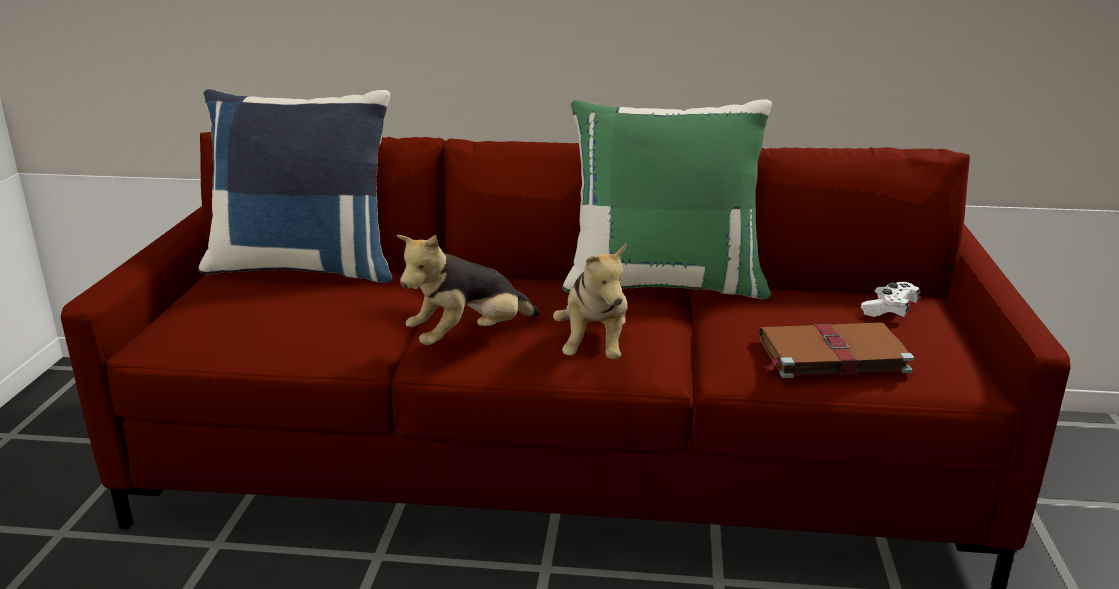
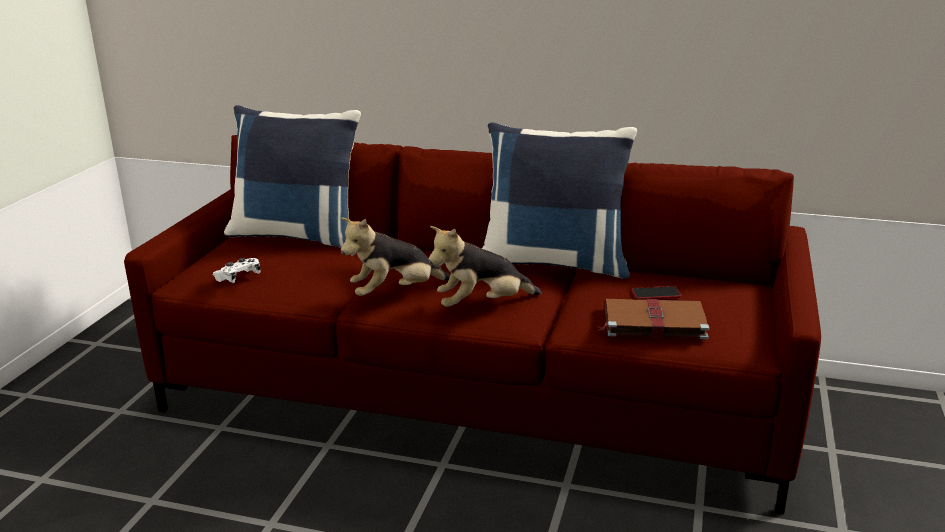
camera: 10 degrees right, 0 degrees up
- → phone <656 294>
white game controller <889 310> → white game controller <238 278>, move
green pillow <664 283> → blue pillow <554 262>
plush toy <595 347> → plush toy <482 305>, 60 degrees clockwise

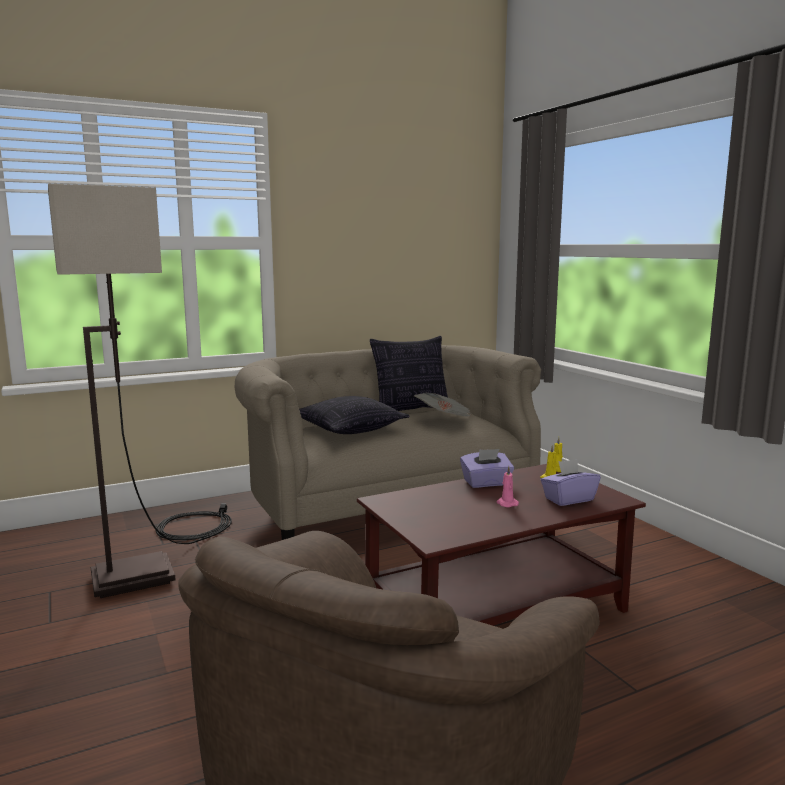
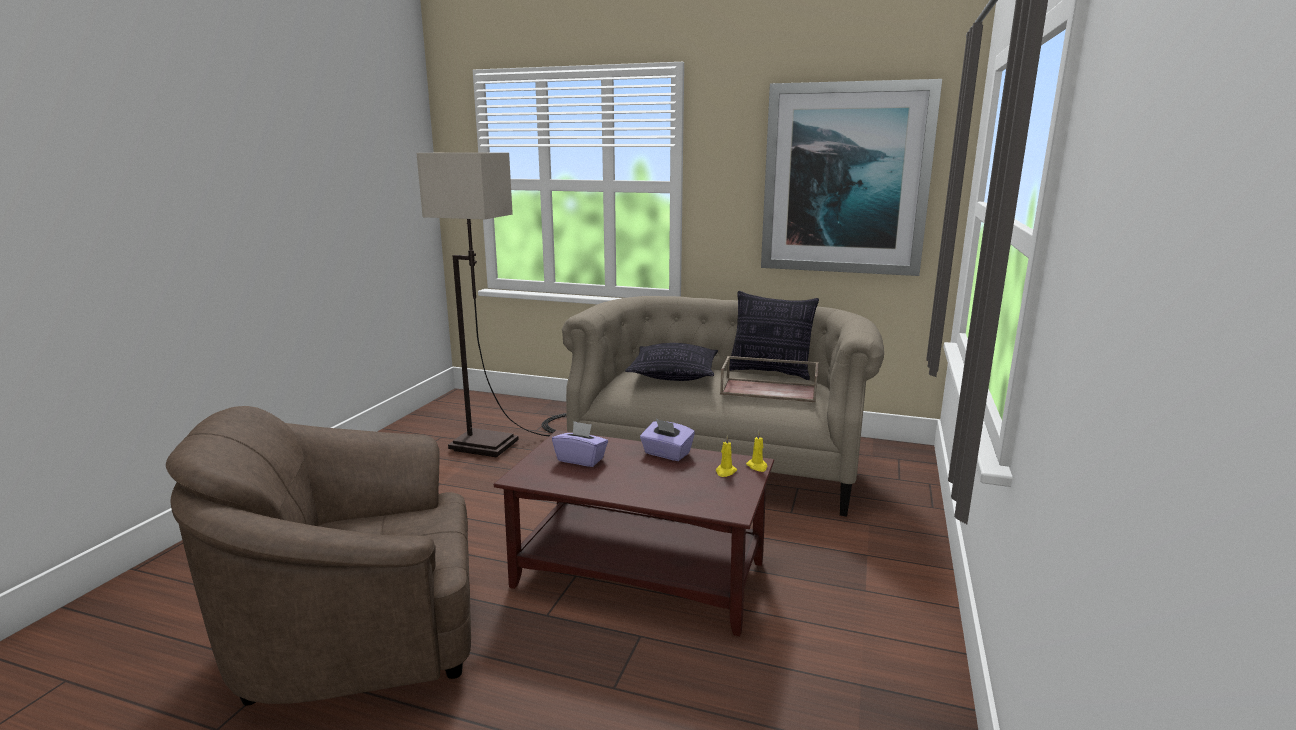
camera: 45 degrees right, 5 degrees up
pink candle <506 503> → -
- → picture <845 179>
purple tissue box <568 499> → purple tissue box <581 459>, move
newspaper <445 421> → brown tray <770 390>

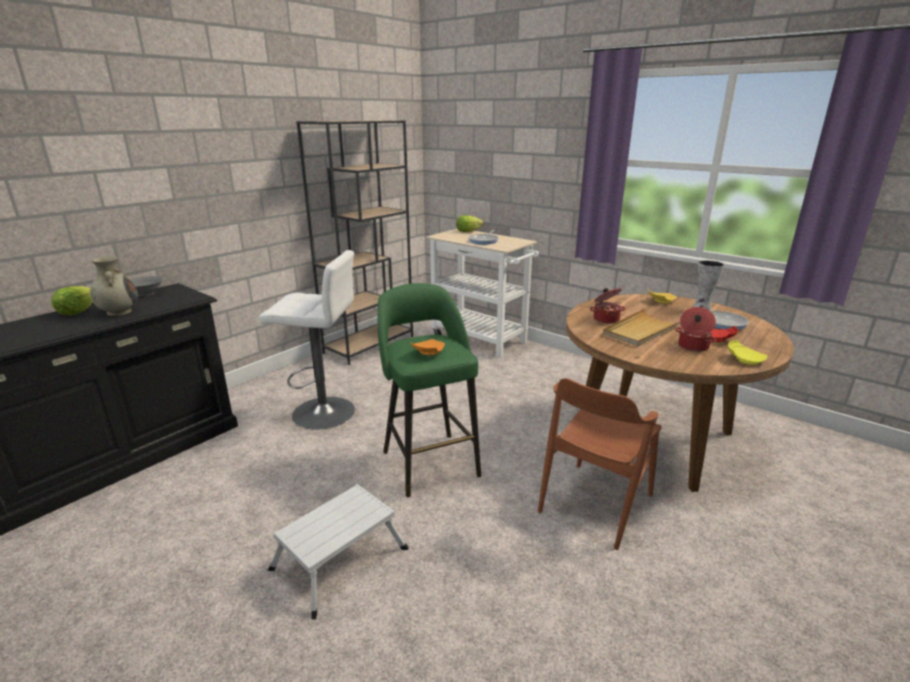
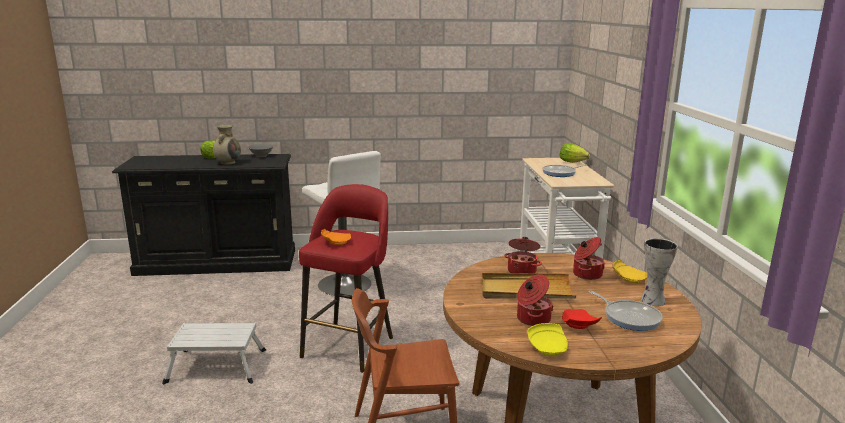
camera: 45 degrees right, 5 degrees down
bookcase <369 344> → -
- → cooking pot <586 274>
green stool <429 462> → red stool <349 346>

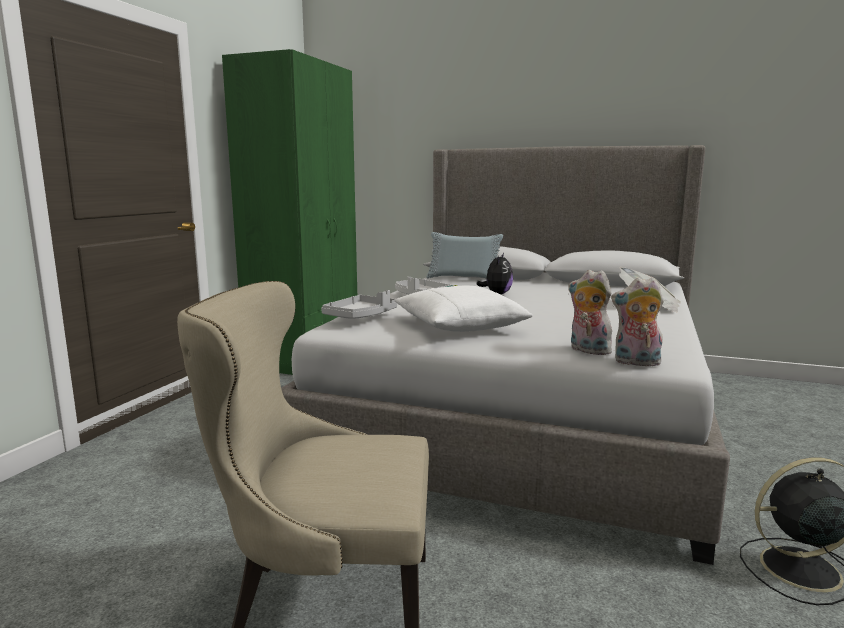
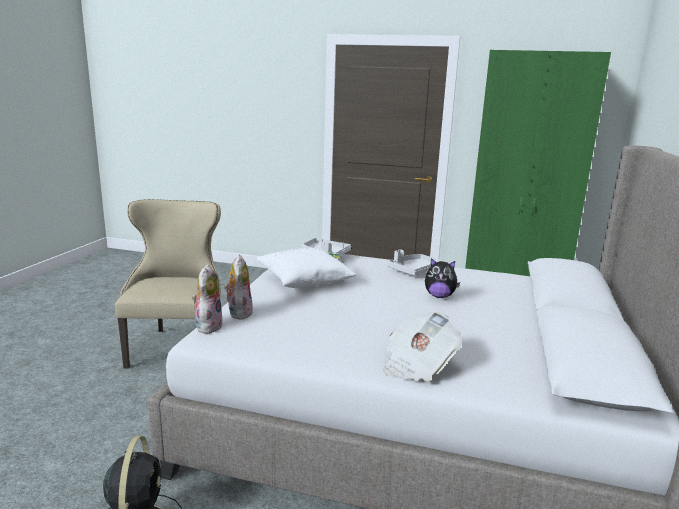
camera: 85 degrees right, 5 degrees up
blue pillow <463 279> → -
plush toy <587 350> → plush toy <238 312>, 45 degrees counterclockwise

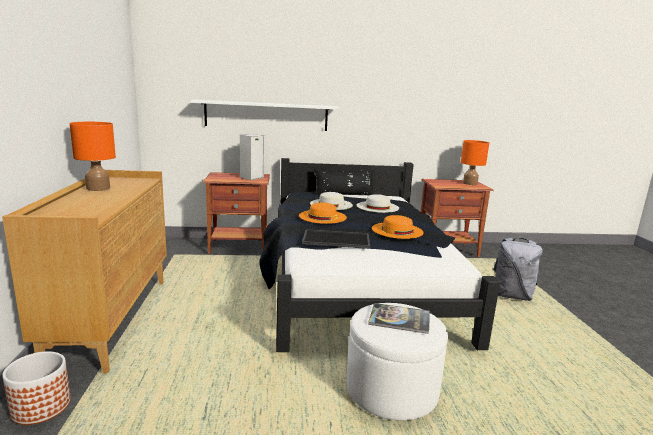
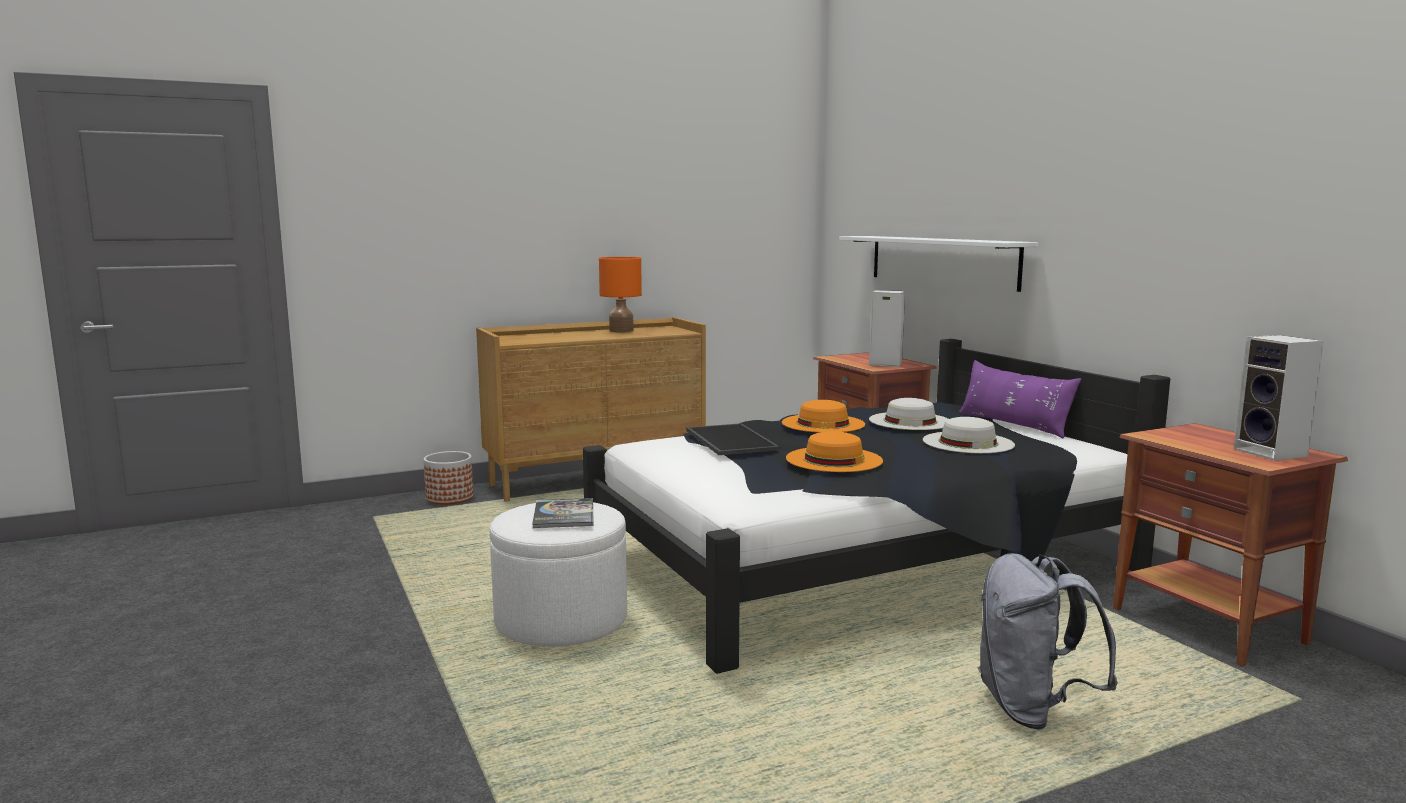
camera: 70 degrees right, 5 degrees down
orange table lamp <470 183> → speaker <1273 453>
black pillow <344 195> → purple pillow <1013 425>

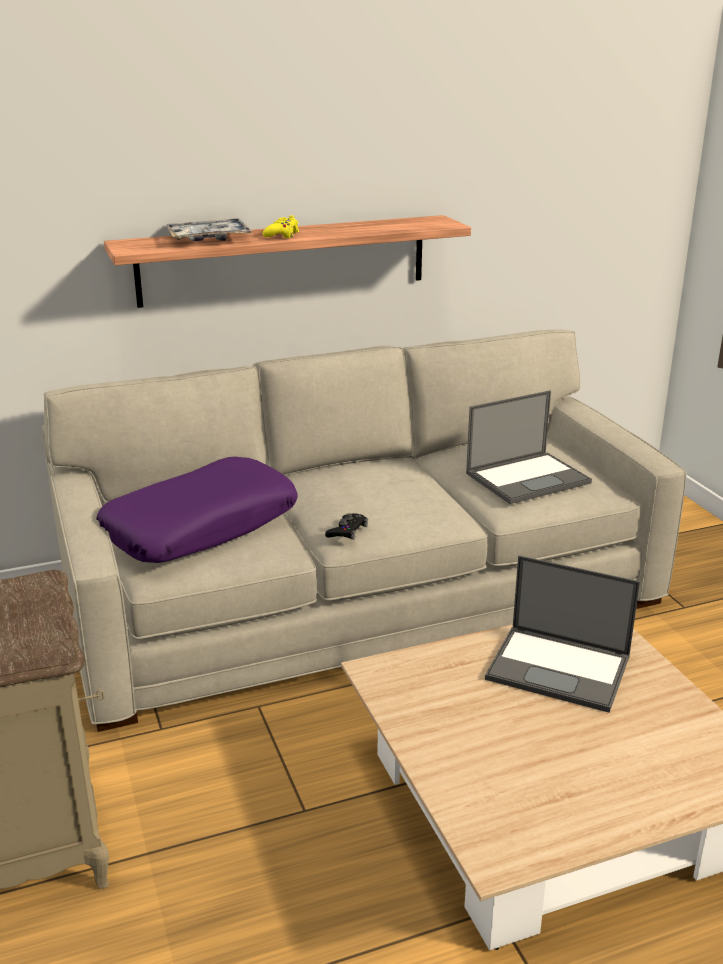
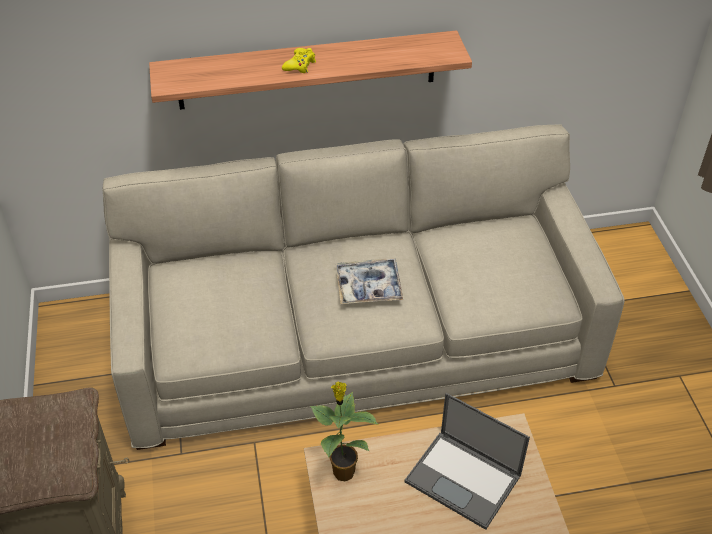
camera: 10 degrees right, 20 degrees up
purple pillow <201 527> → -
black game controller <347 531> → -
laptop <528 478> → -
- → potted plant <343 470>
tray <209 239> → tray <369 287>, move

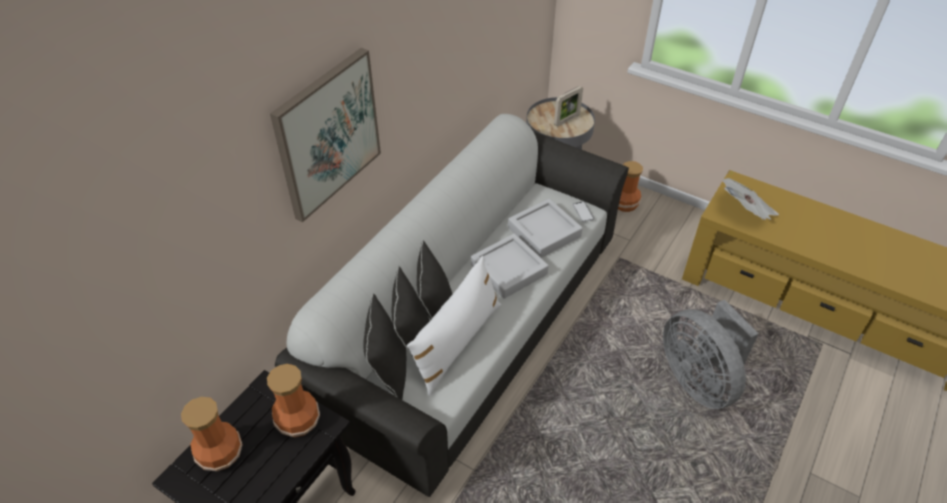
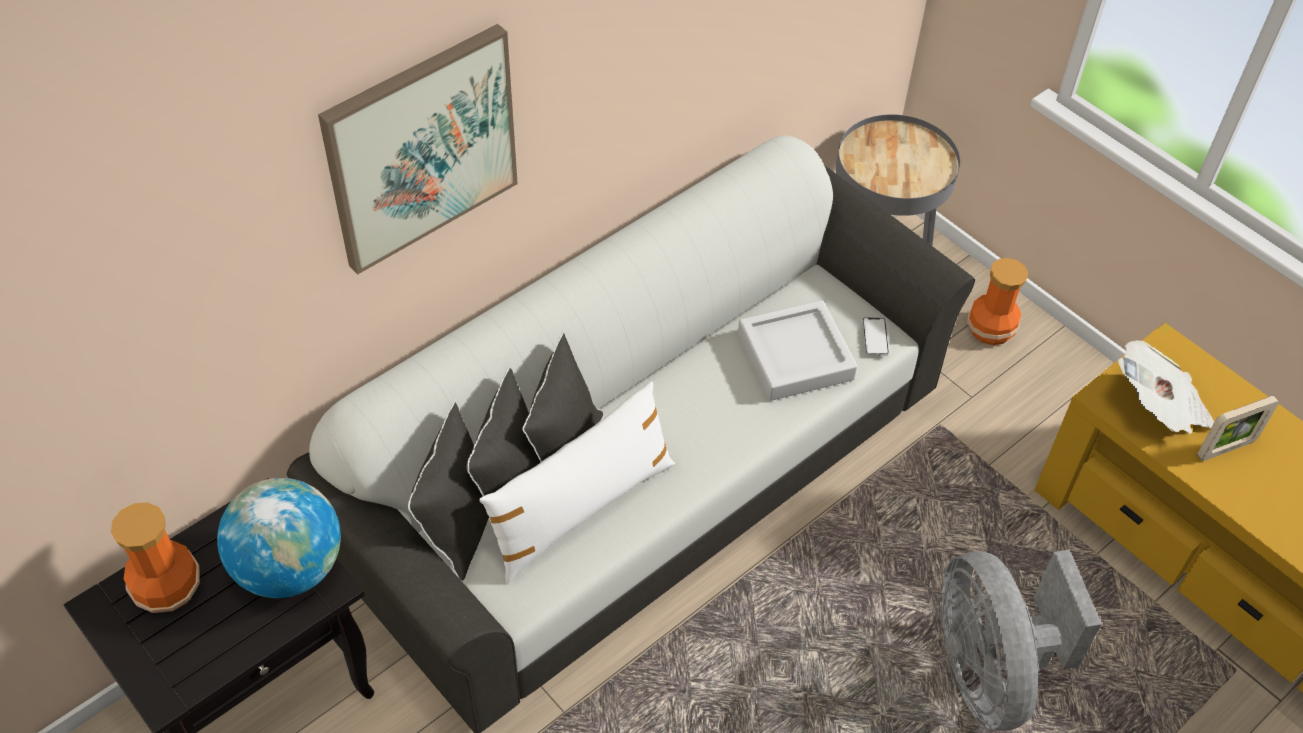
camera: 15 degrees right, 5 degrees up
grey tray <509 269> → -
picture frame <566 120> → picture frame <1225 449>, move
vase <297 419> → globe <289 568>

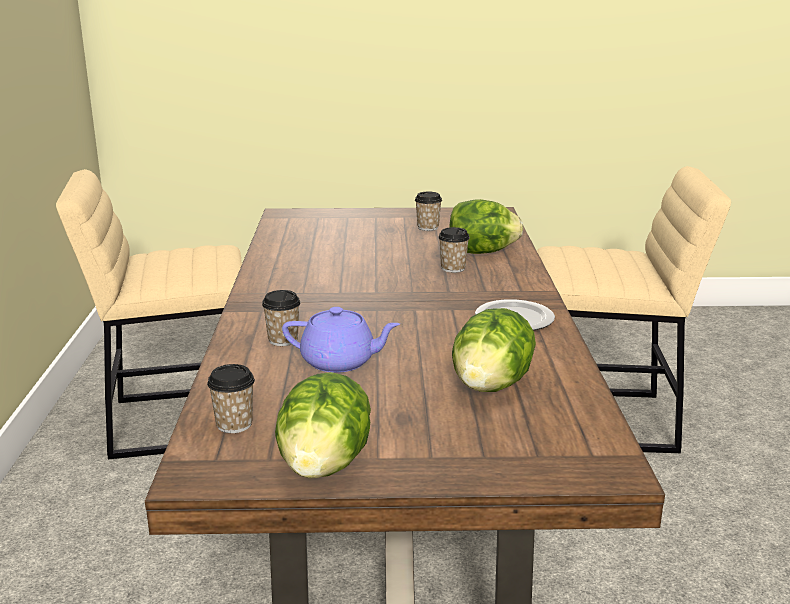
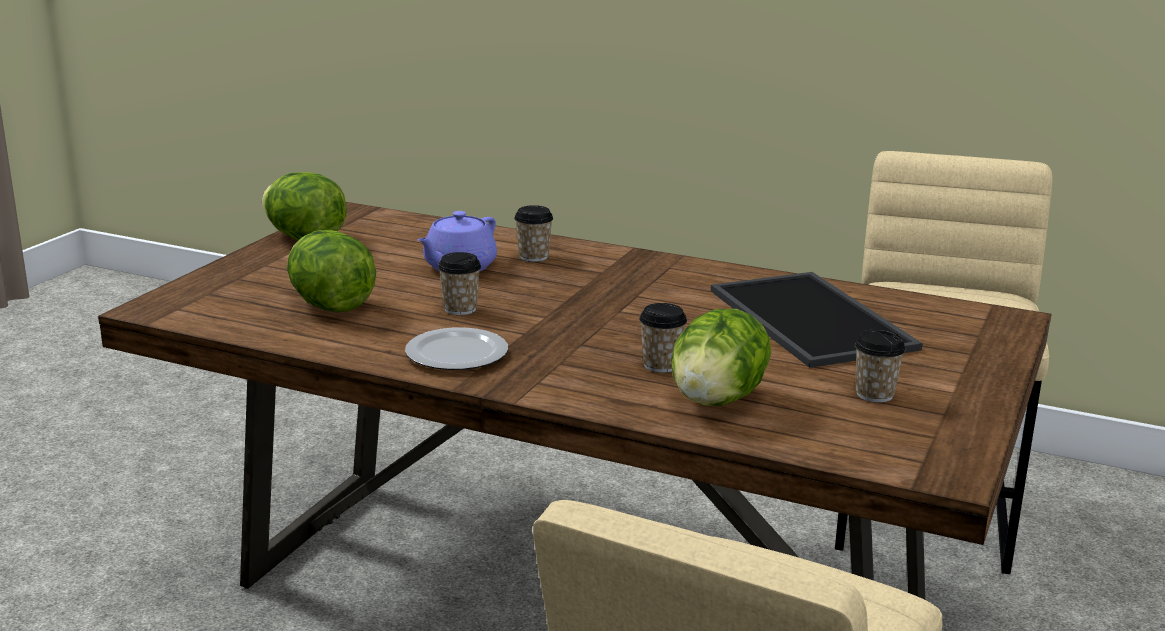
camera: 115 degrees right, 0 degrees up
- → tray <814 319>
cup <234 424> → cup <460 309>, move

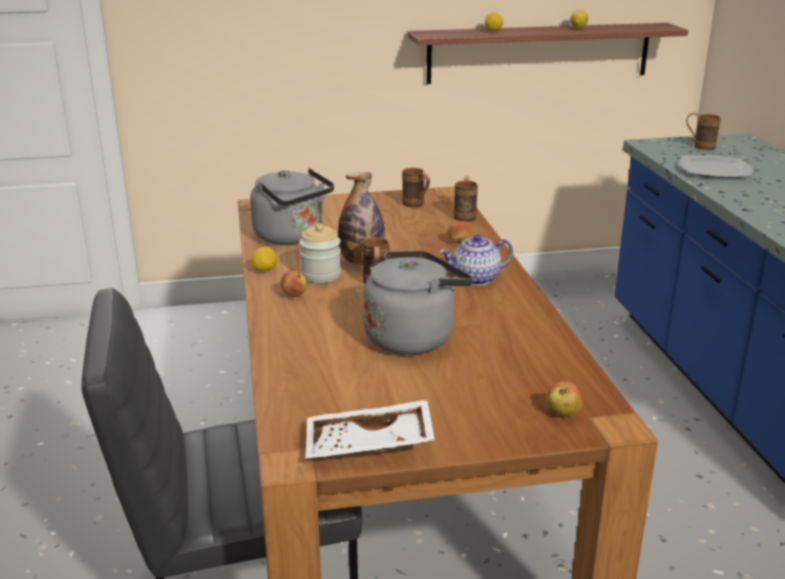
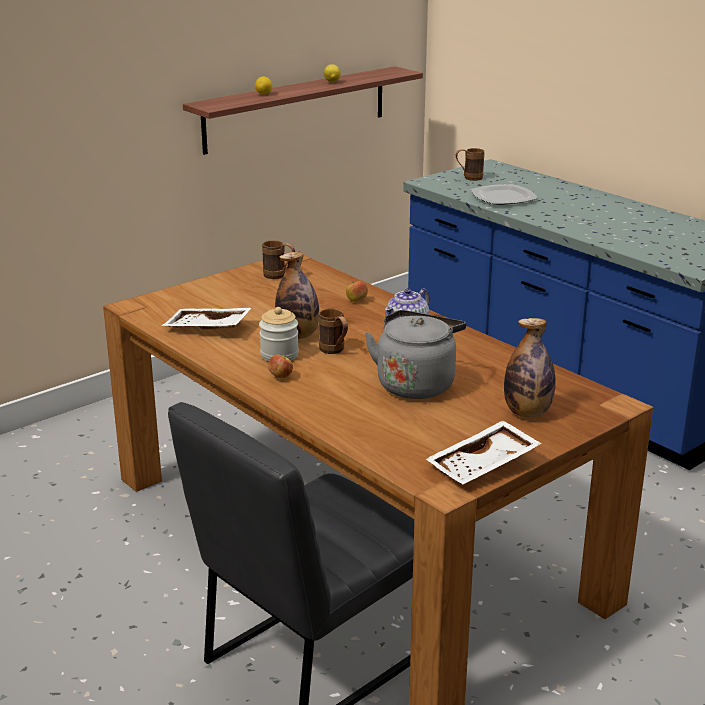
camera: 30 degrees left, 0 degrees up
lemon <264 270> → -
brown mug <465 215> → -
apple <563 412> → -
- → bottle <527 412>
grey kettle <292 237> → white tray <207 328>

